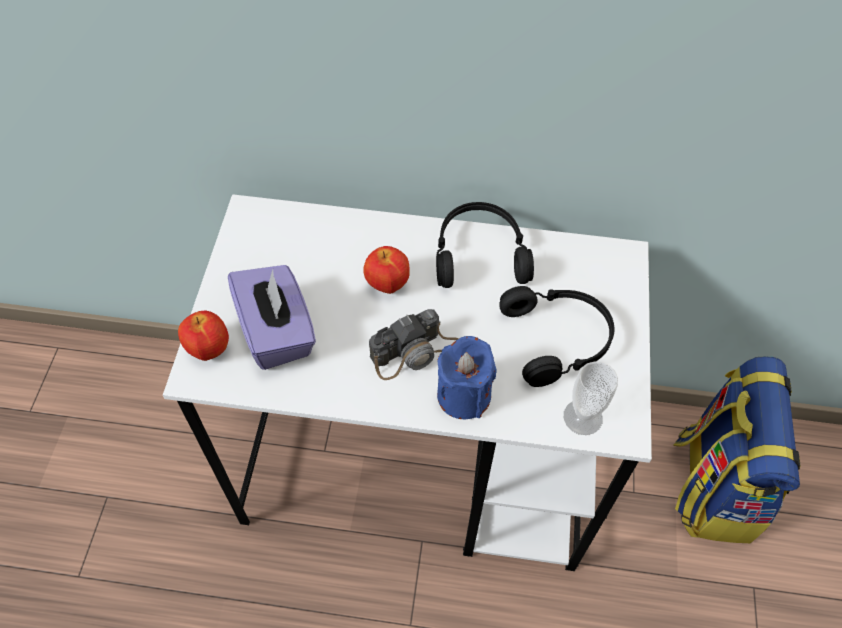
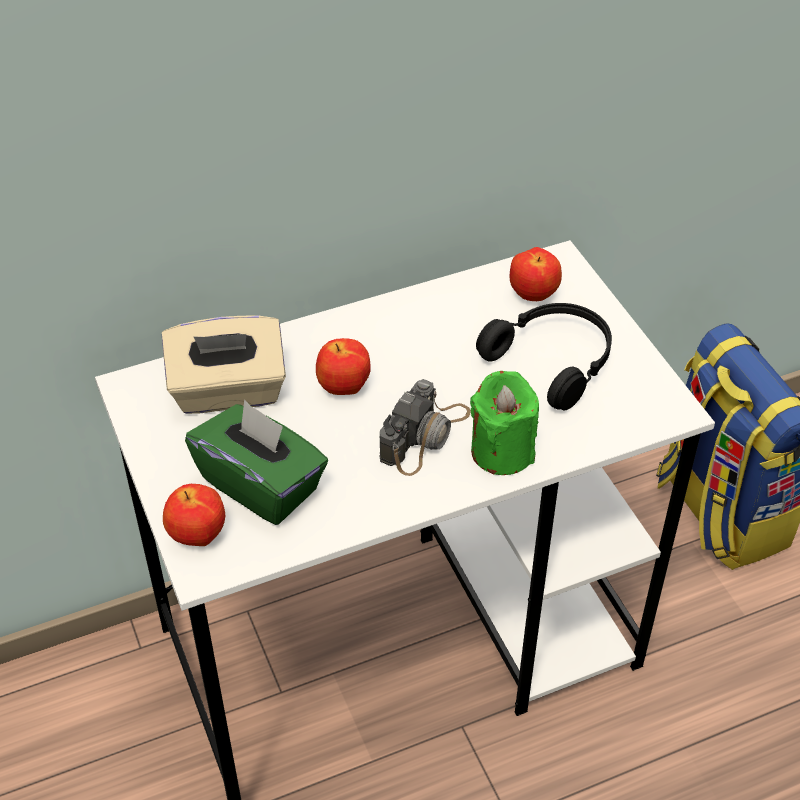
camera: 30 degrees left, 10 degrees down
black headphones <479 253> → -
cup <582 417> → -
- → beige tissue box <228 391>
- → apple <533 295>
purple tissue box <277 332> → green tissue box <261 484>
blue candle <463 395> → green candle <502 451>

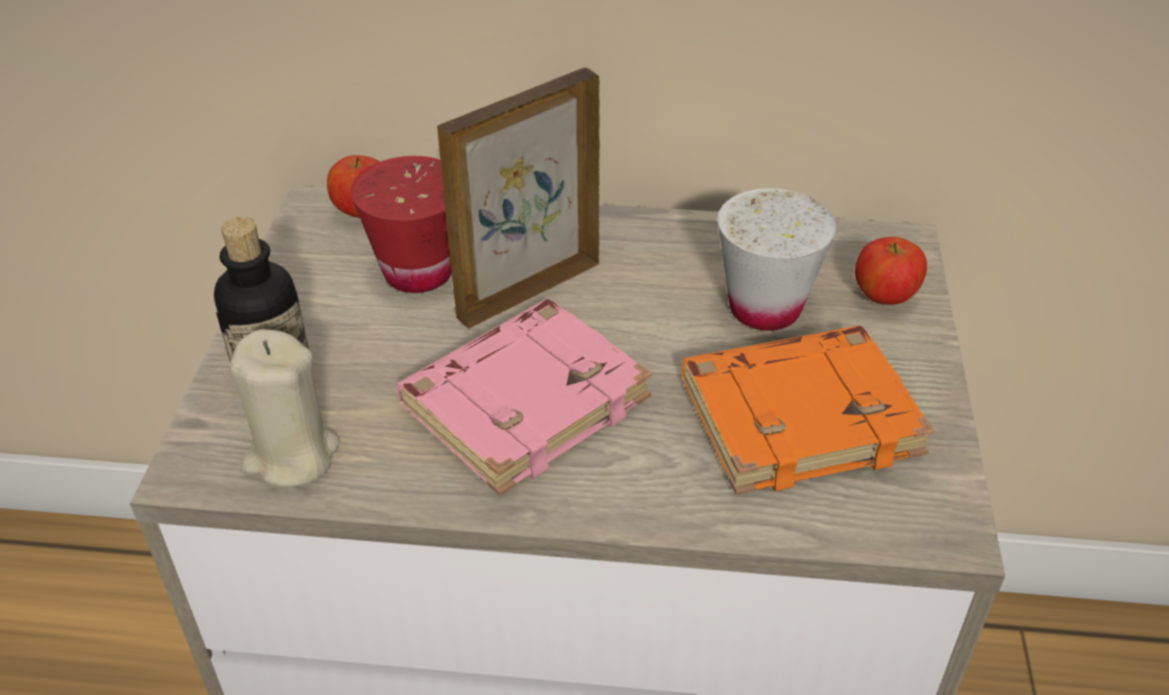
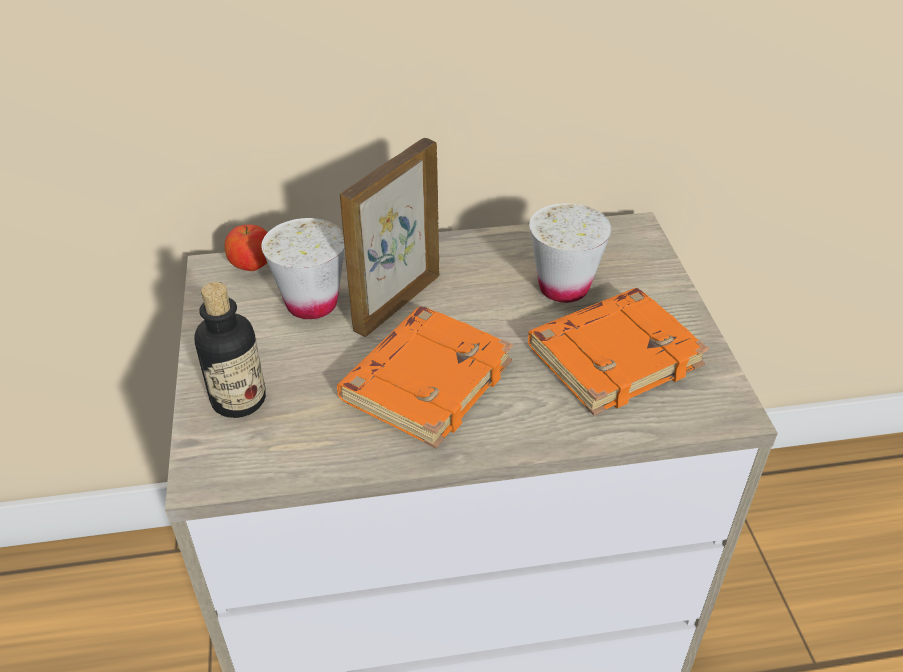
camera: 15 degrees left, 0 degrees up
beige candle <291 456> → -
apple <884 298> → -
red cup <418 273> → white cup <312 304>
pink book <525 401> → orange book <426 381>

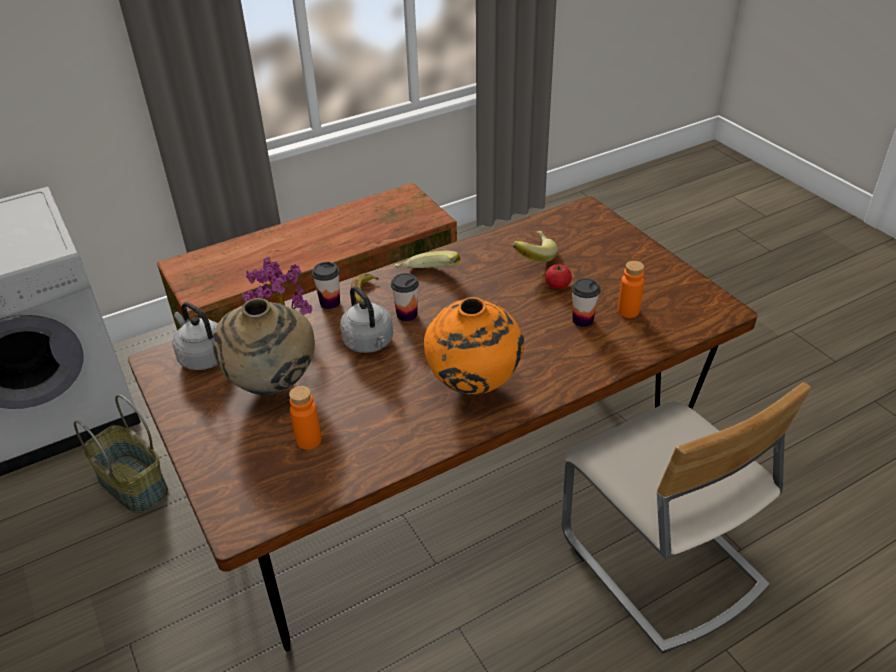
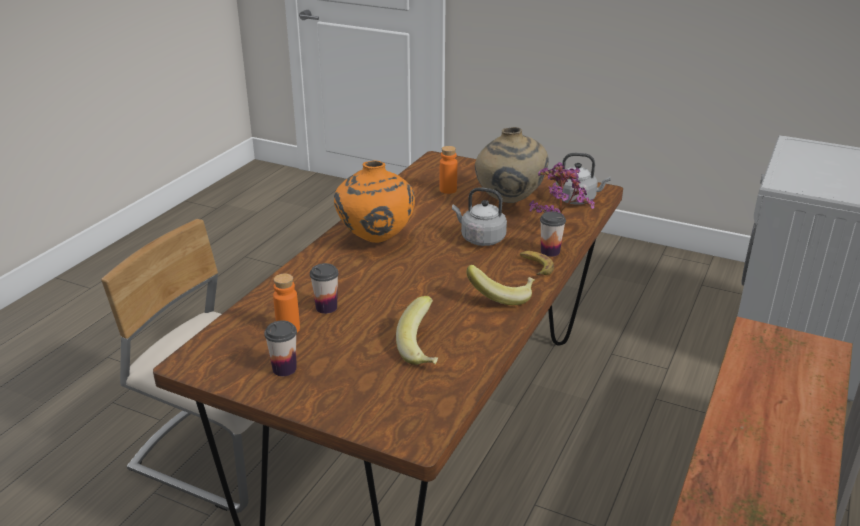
camera: 145 degrees right, 10 degrees down
basket <131 485> → -
tomato <557 285> → -
cup <407 314> → cup <284 369>, move

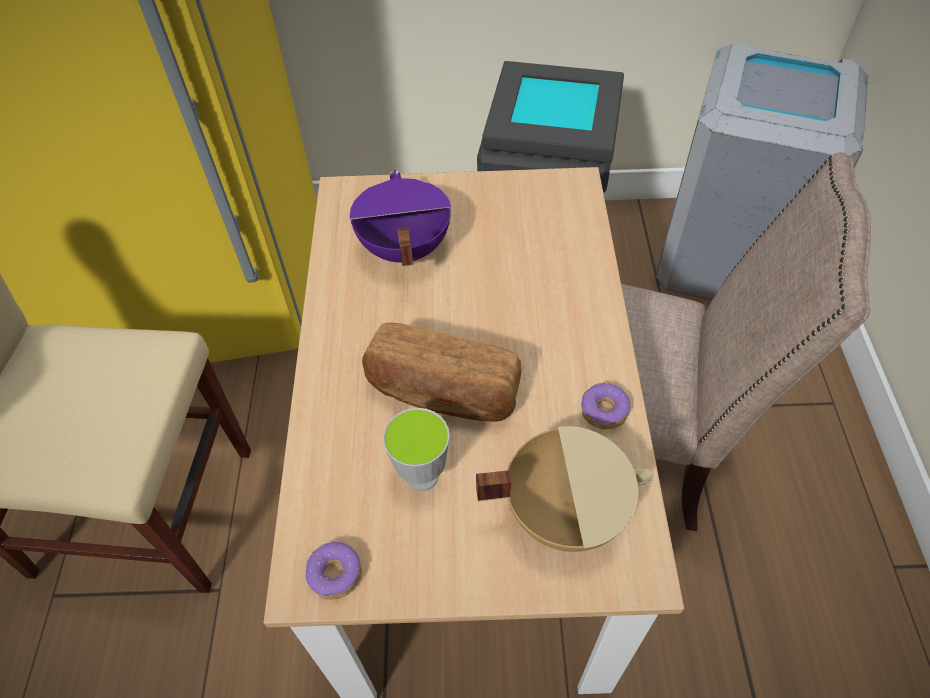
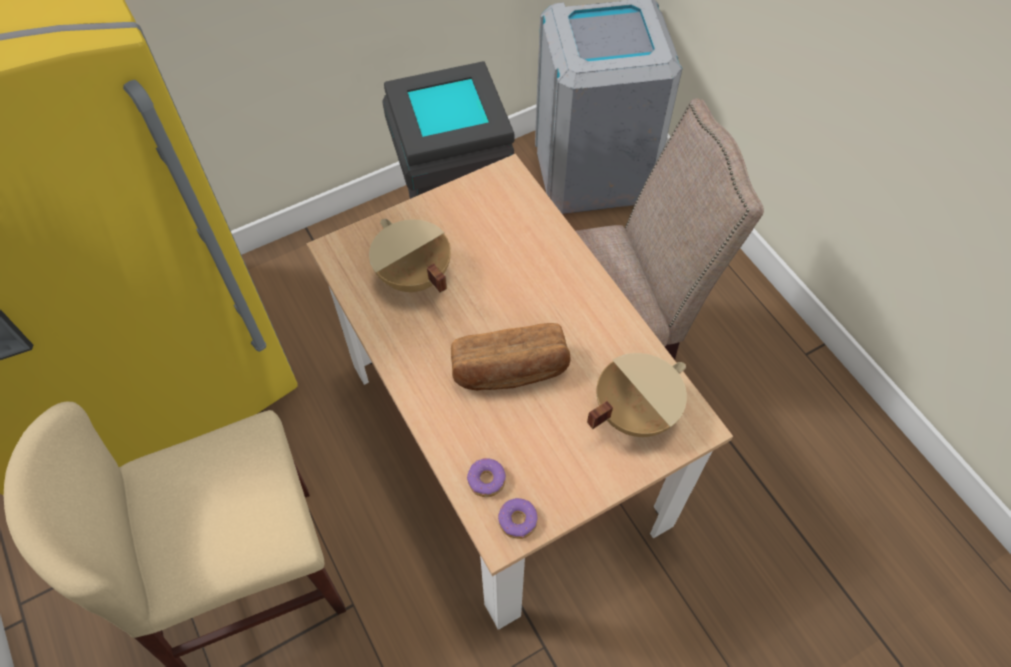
camera: 30 degrees left, 5 degrees up
cup <422 476> → -
donut <603 411> → donut <486 480>, move
purple cooking pot <403 248> → beige cooking pot <413 276>

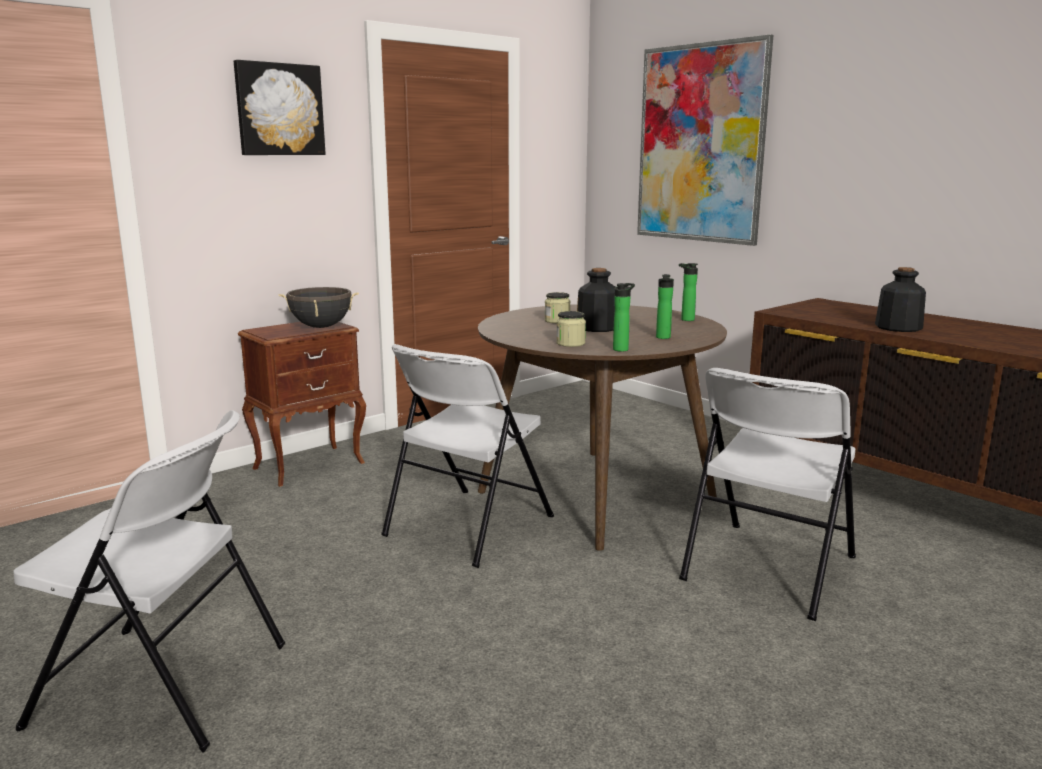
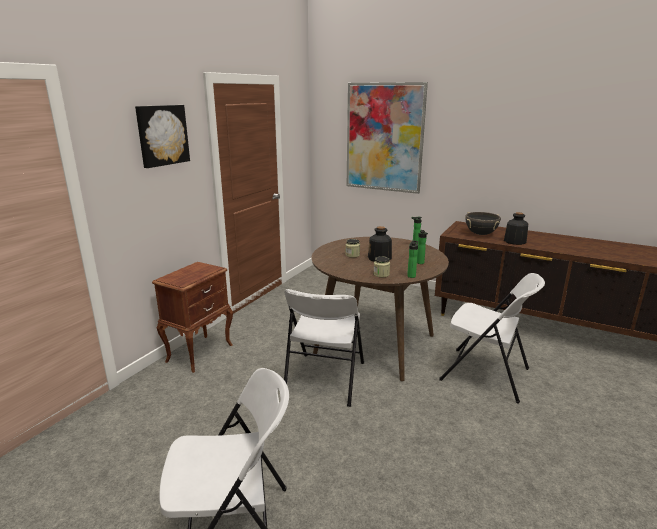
camera: 20 degrees left, 5 degrees up
black cooking pot <321 327> → black cooking pot <480 234>, move
white chair <768 568> → white chair <484 374>, 75 degrees counterclockwise

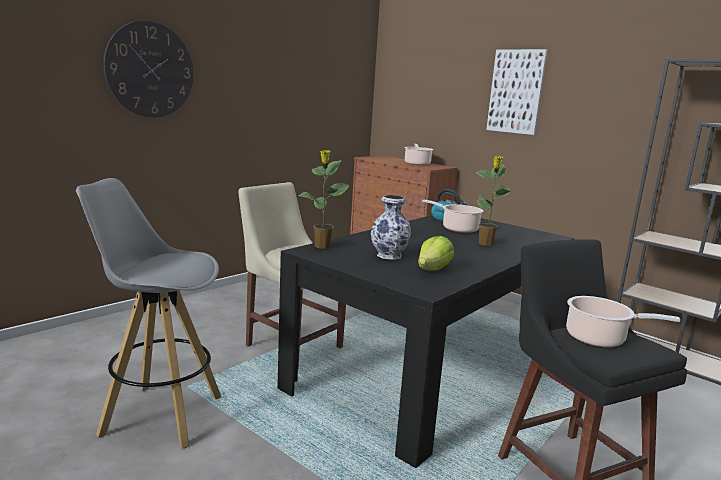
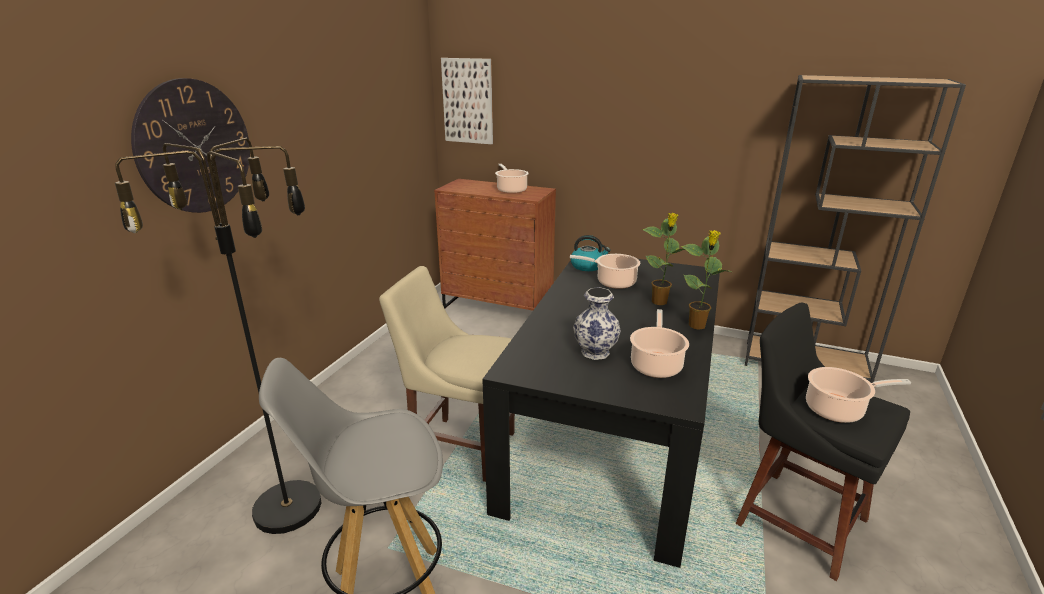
camera: 20 degrees left, 10 degrees up
- → floor lamp <289 507>
potted plant <322 246> → potted plant <697 326>, move
picture <516 91> → picture <468 101>, move
lettuce <433 269> → cooking pot <656 364>

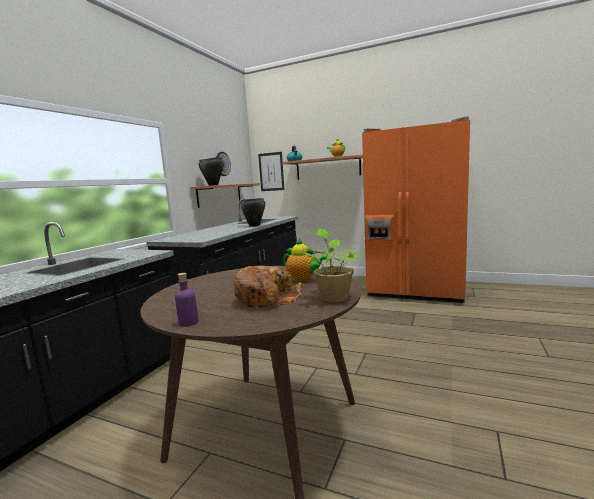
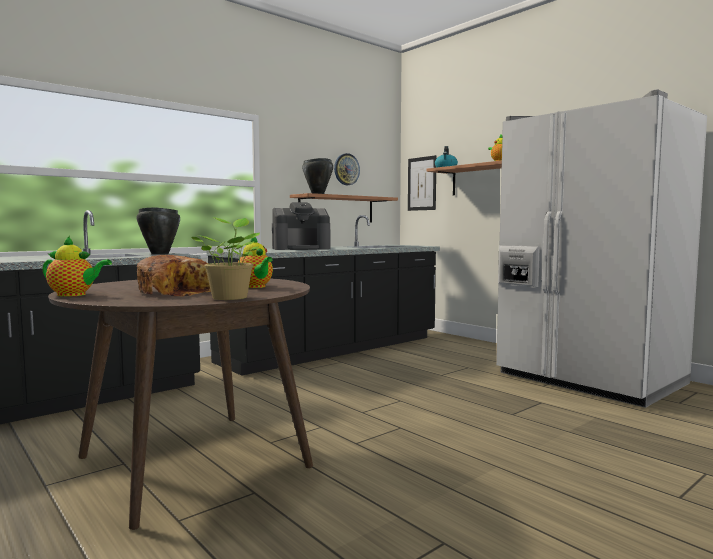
camera: 25 degrees right, 5 degrees down
- → coffee machine <301 248>
black cooking pot <254 226> → black cooking pot <159 254>, move
purple bottle <188 322> → teapot <74 295>
orange fridge <416 290> → white fridge <589 378>

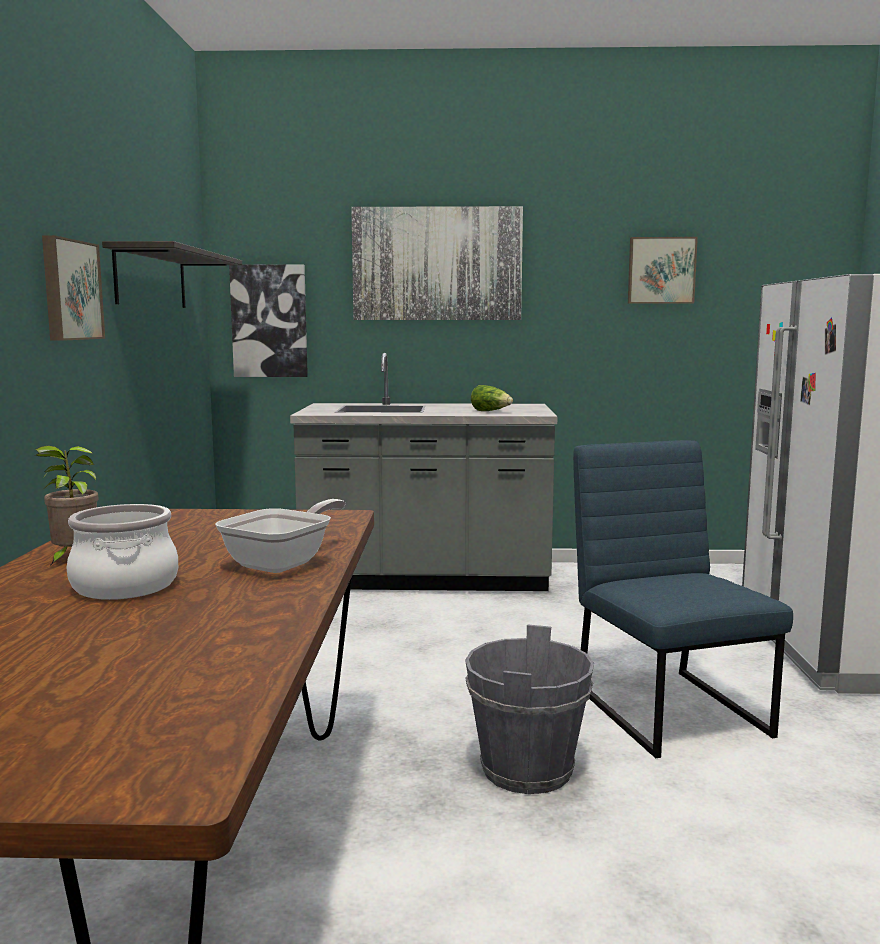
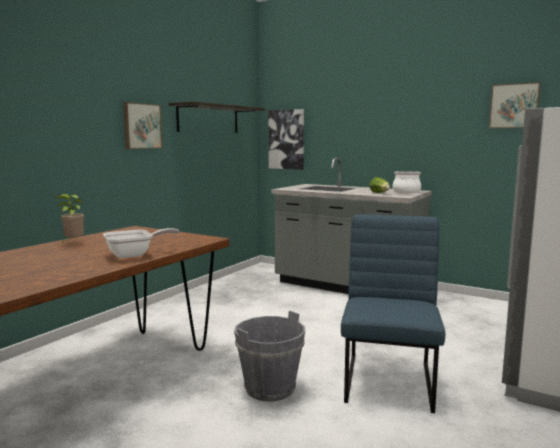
camera: 30 degrees right, 0 degrees up
picture <437 264> → -
cooking pot <124 586> → cooking pot <406 192>, move

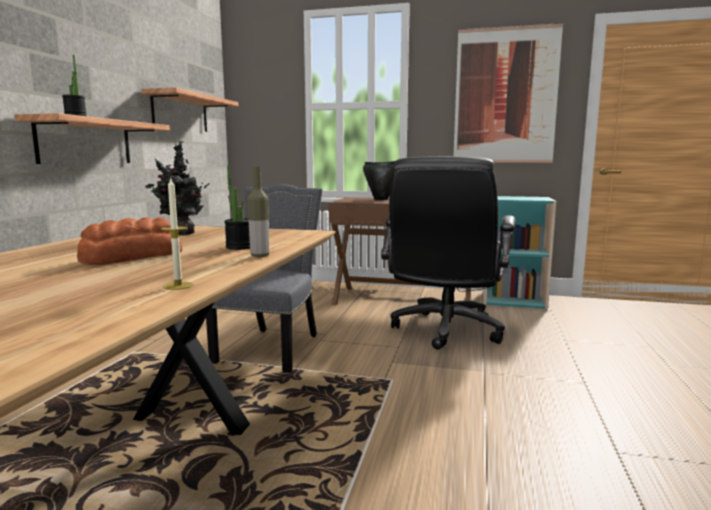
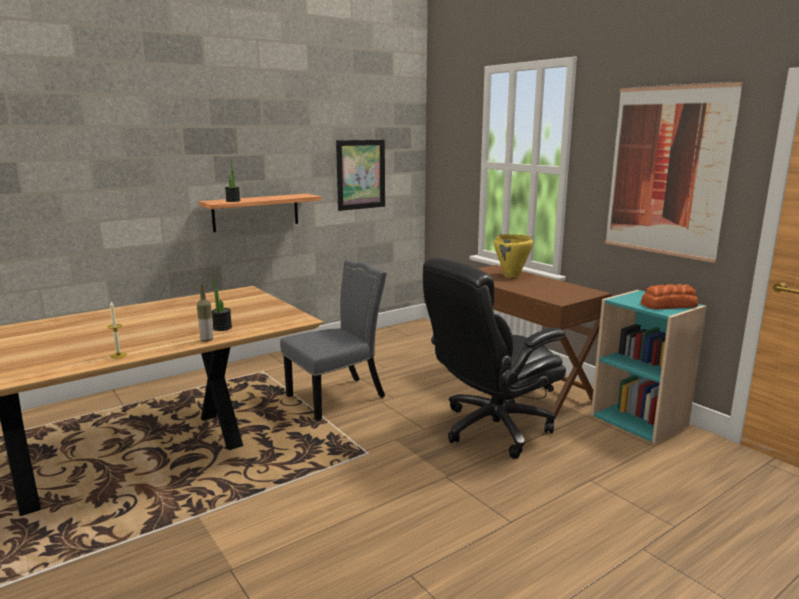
camera: 40 degrees right, 5 degrees up
potted plant <182 234> → -
bread <131 257> → bread <668 305>, move
shelf <180 113> → picture <361 174>
black cooking pot <381 199> → yellow cooking pot <511 275>

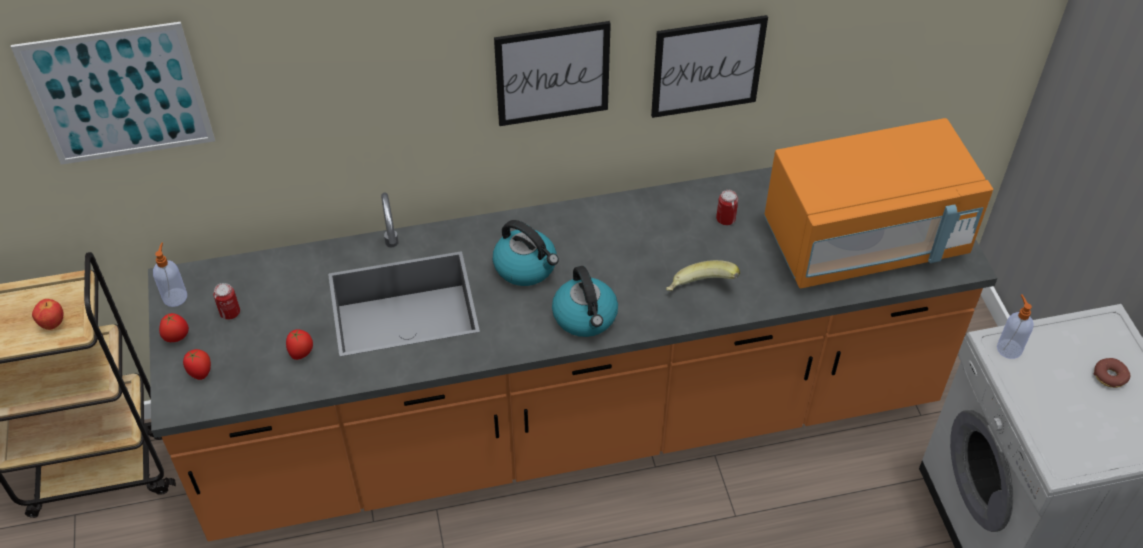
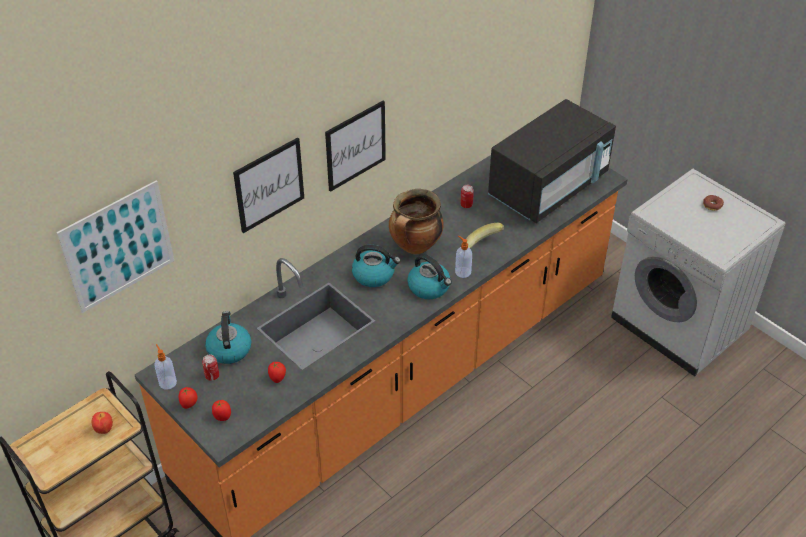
camera: 30 degrees left, 5 degrees down
- → kettle <229 349>
- → cooking pot <415 247>
picture <707 66> → picture <269 185>, move
soap dispenser <1008 348> → soap dispenser <462 272>, move
orange microwave <865 241> → black microwave <548 187>

